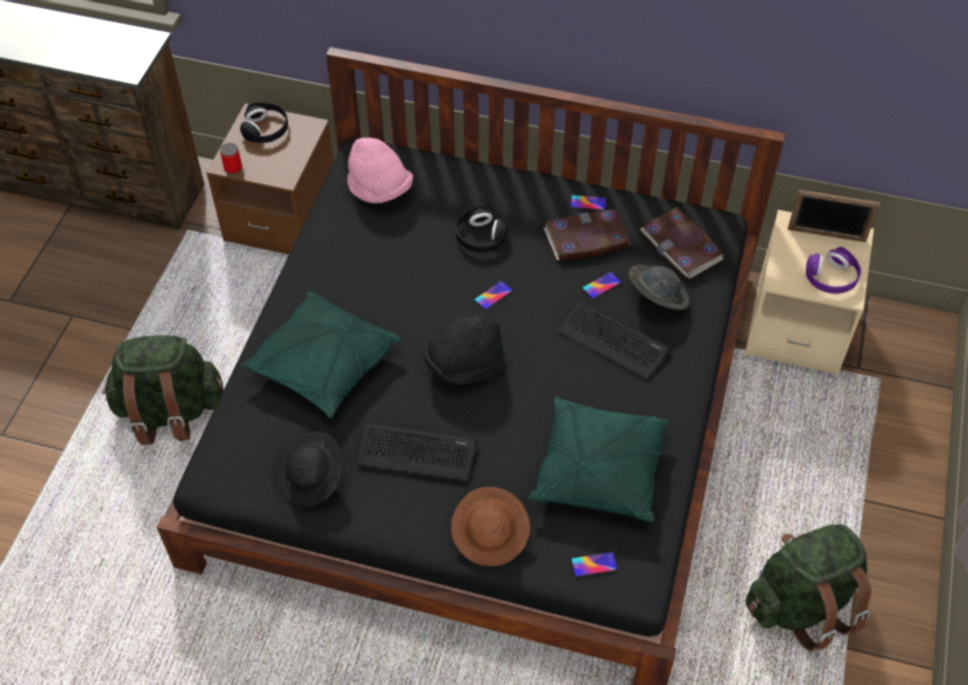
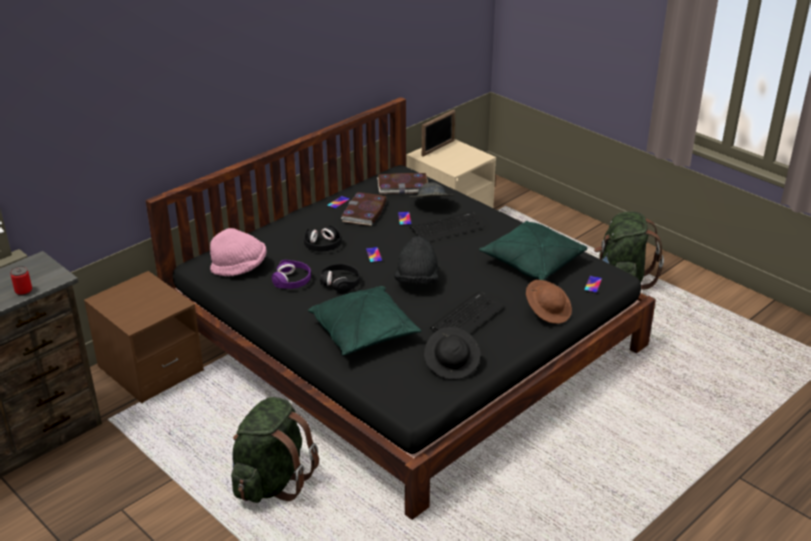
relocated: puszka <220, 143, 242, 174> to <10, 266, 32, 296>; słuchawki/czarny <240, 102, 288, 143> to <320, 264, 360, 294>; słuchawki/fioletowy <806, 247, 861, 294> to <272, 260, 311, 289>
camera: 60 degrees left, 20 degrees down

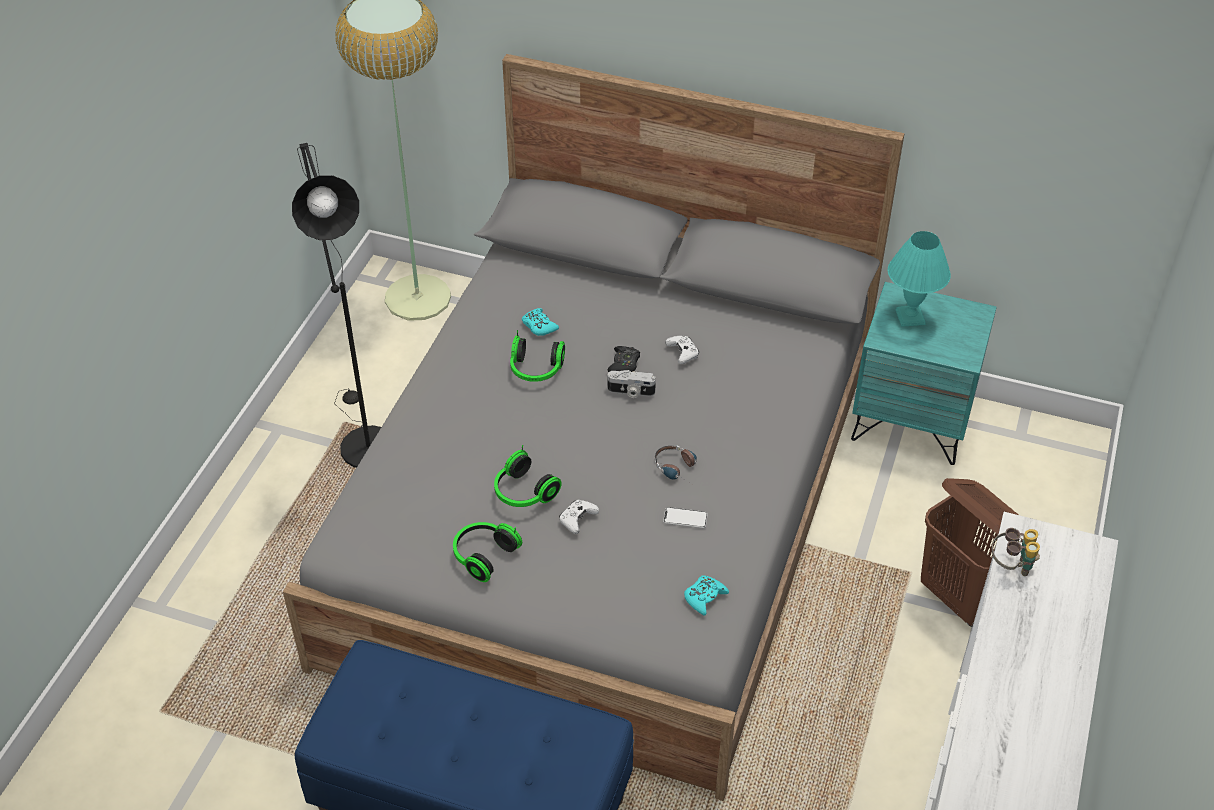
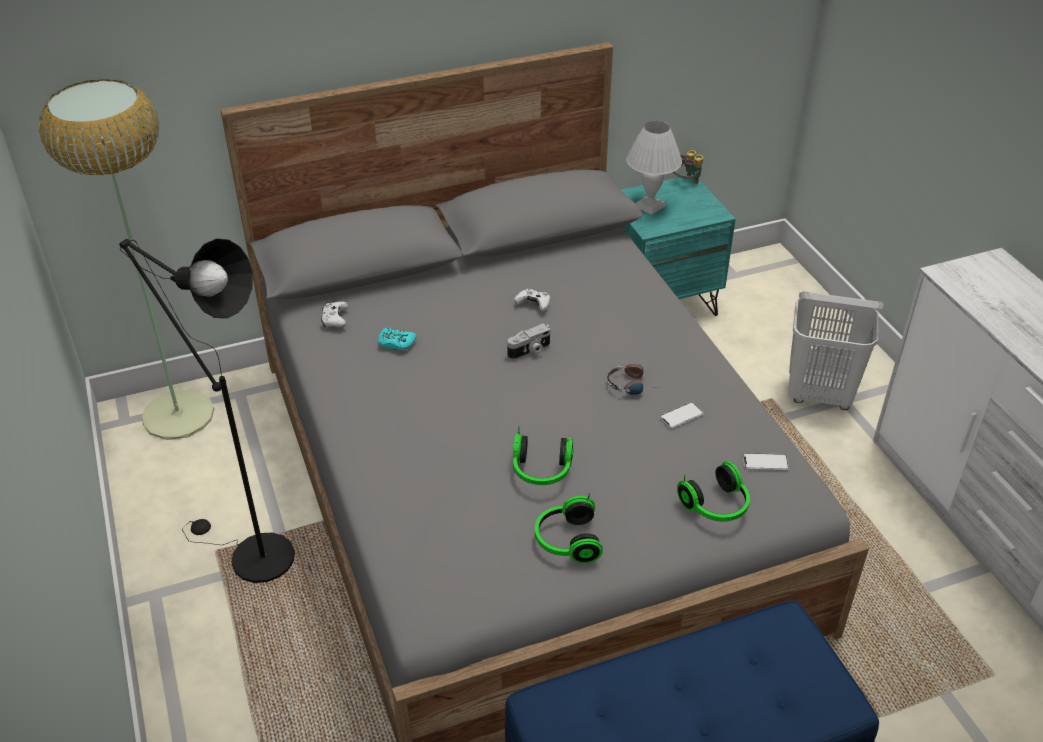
missing: pad do gier/czarny <608, 346, 640, 372>
relocated: słuchawki <510, 330, 565, 382> to <677, 461, 750, 522>; pad do gier/biały <559, 499, 599, 534> to <321, 301, 348, 327>; lornetka <992, 528, 1040, 576> to <672, 150, 703, 184>
exchanged: pad do gier/turkusowy <684, 575, 729, 616> to telefon <743, 453, 789, 470>
colour: lampa stołowa/turkusowy <888, 231, 951, 327> to lampa stołowa/biały <626, 121, 682, 215>; kosz na pranie/brązowy <921, 478, 1018, 627> to kosz na pranie/biały <788, 291, 884, 410>
camera: 40 degrees left, 5 degrees down

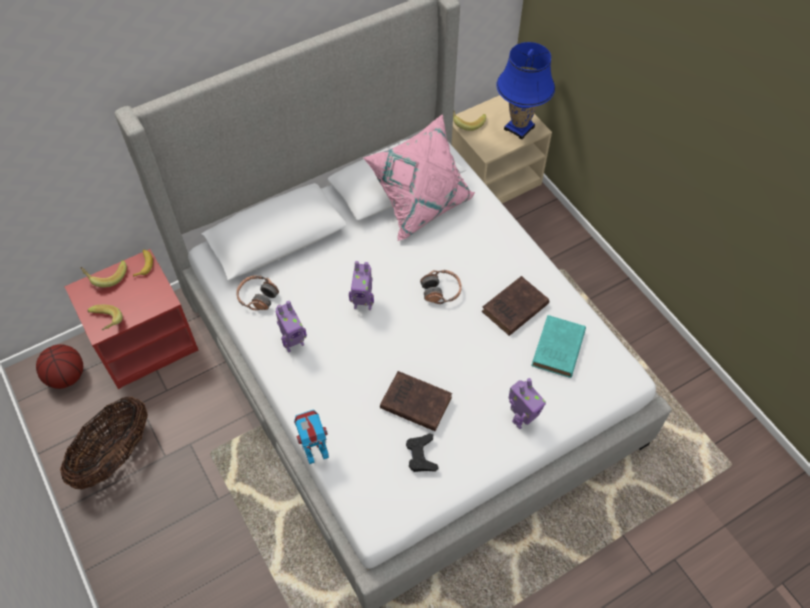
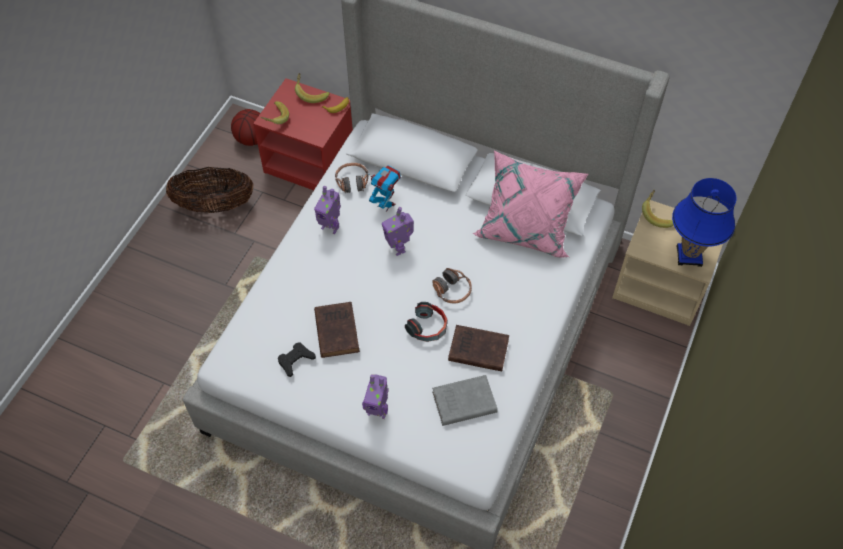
appeared: słuchawki <405, 302, 447, 342>
relocated: robot zabawkowy <294, 409, 329, 464> to <369, 165, 401, 211>
colour: książka/turkusowy <531, 315, 586, 378> to książka/szary <432, 375, 498, 426>
camera: 55 degrees right, 0 degrees up

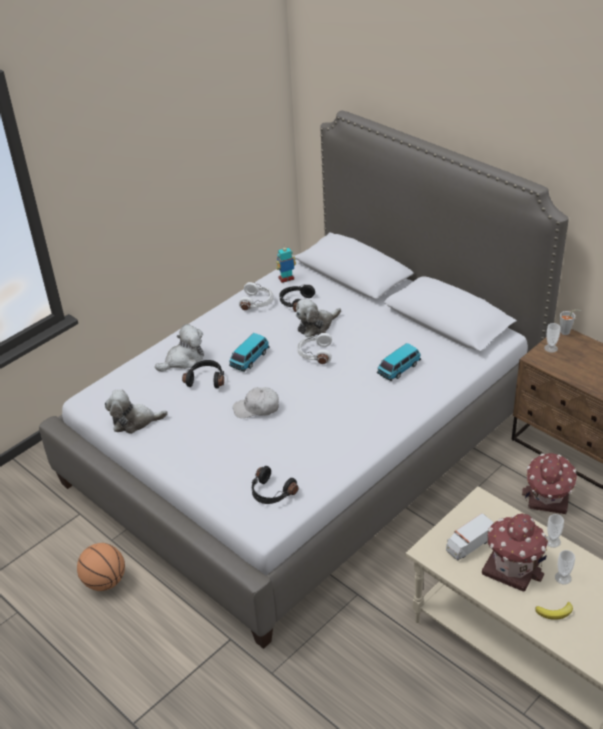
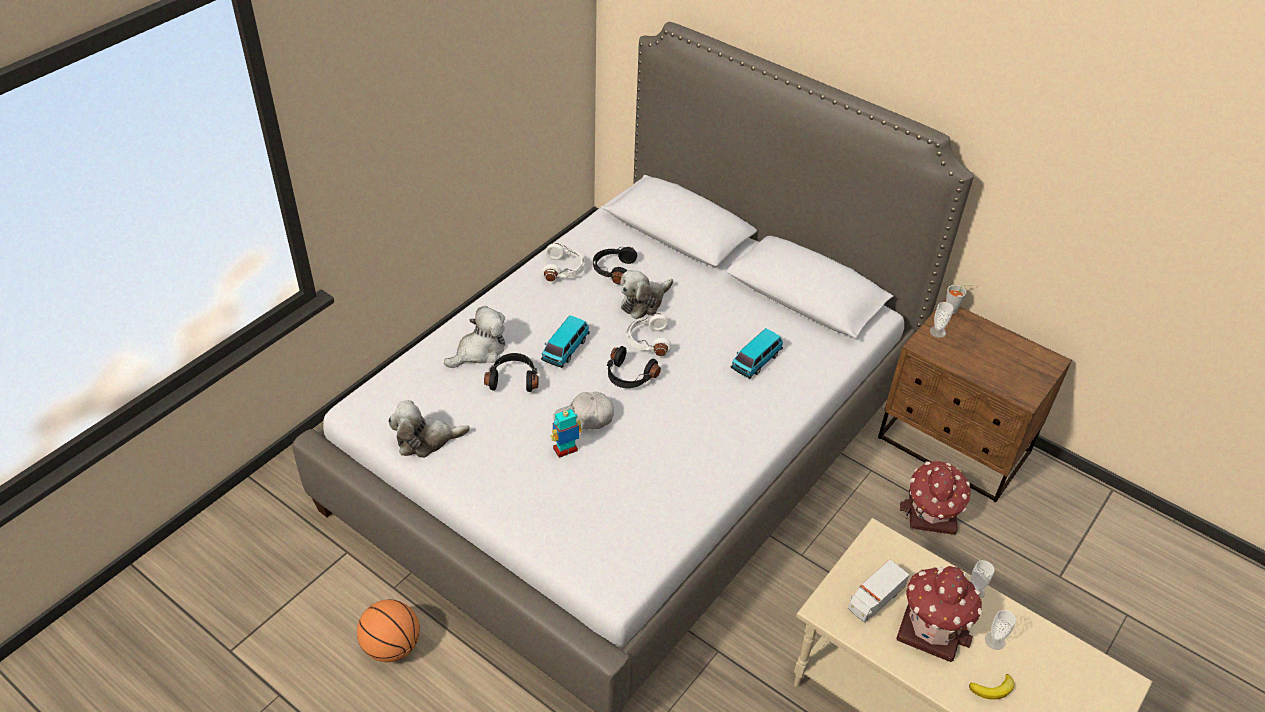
relocated: słuchawki/czarny <252, 466, 299, 504> to <607, 346, 661, 388>; robot zabawkowy <276, 246, 296, 283> to <550, 408, 582, 458>
camera: 10 degrees left, 5 degrees up

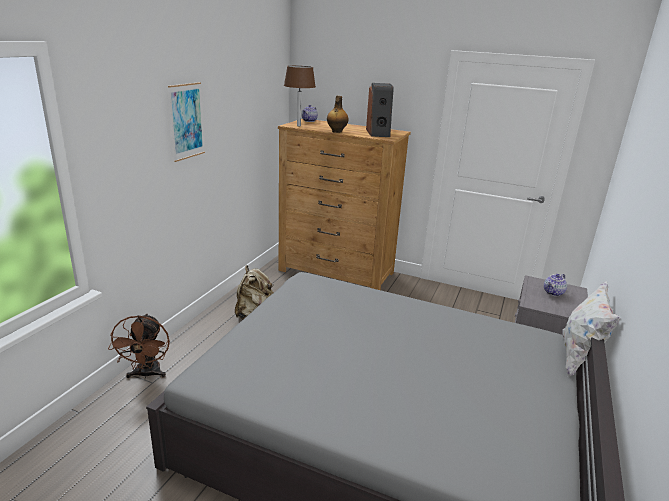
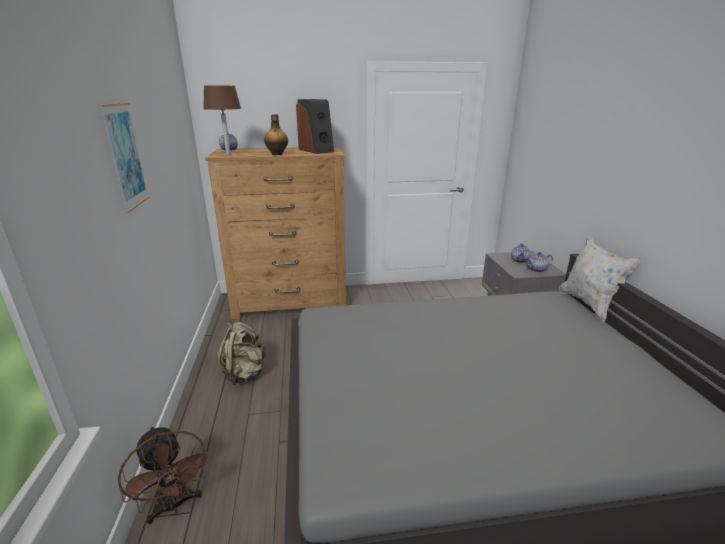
appeared: imbryk <525, 252, 553, 272>
camera: 30 degrees left, 0 degrees up

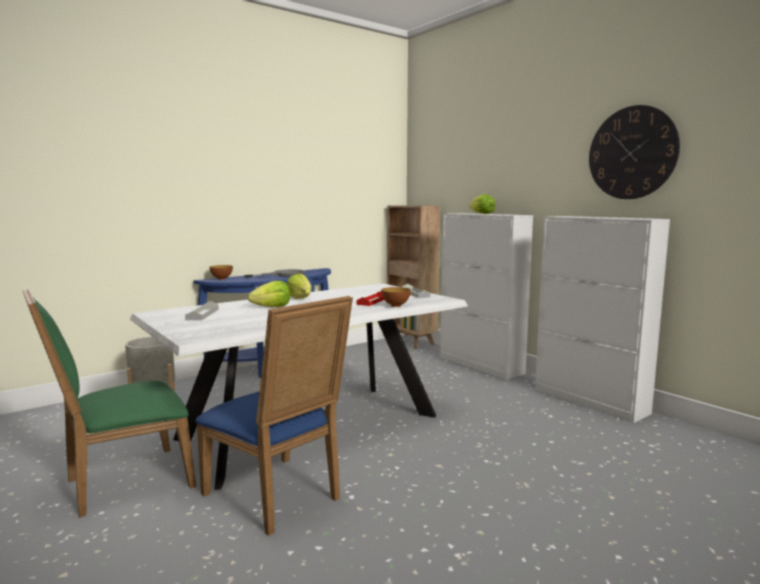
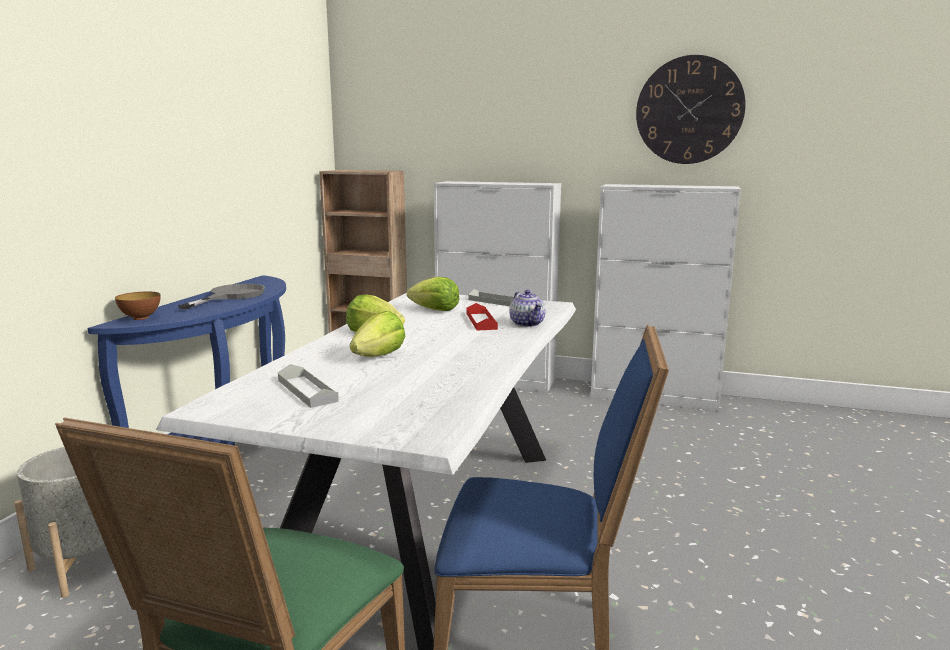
relocated: sałata <469, 194, 495, 214> to <407, 277, 459, 311>
exchanged: miska <381, 287, 411, 307> to imbryk <509, 290, 545, 327>
camera: 35 degrees left, 5 degrees up

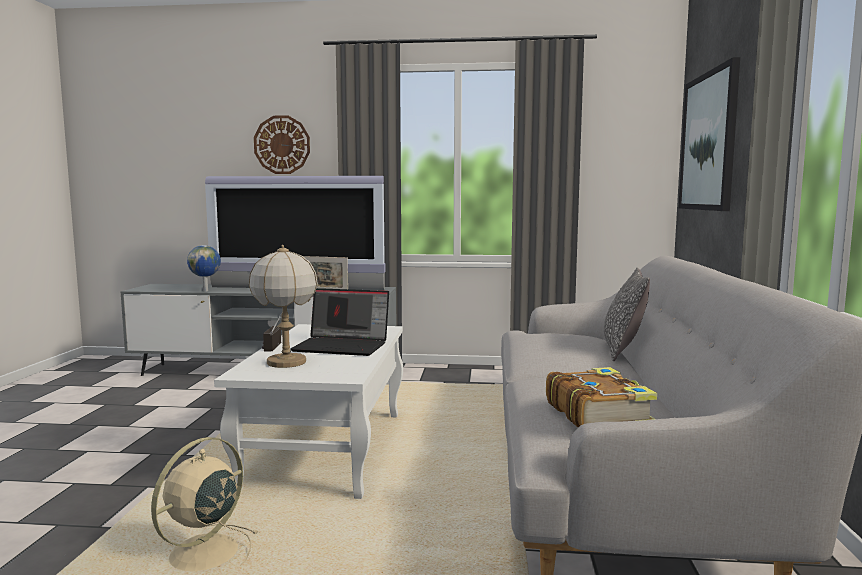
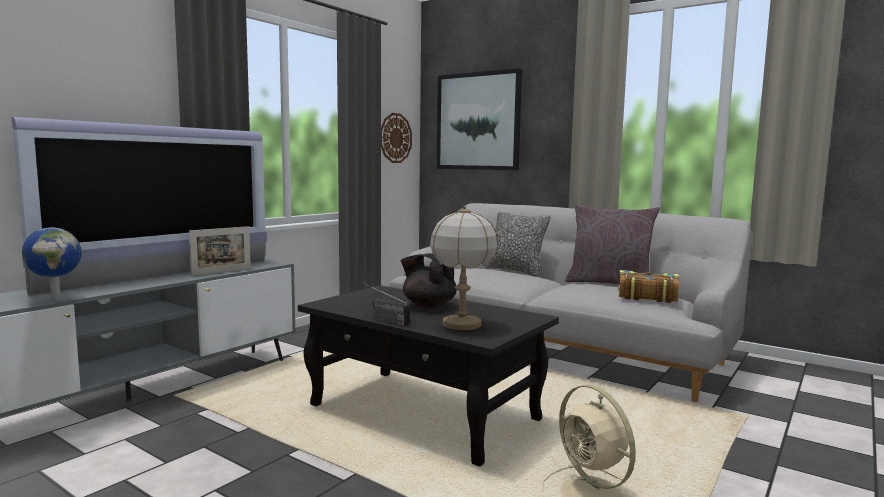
appeared: poduszka/szary <565, 204, 660, 285>
relocated: zegar ścienny <254, 115, 310, 174> to <381, 113, 412, 163>
exchanged: laptop <290, 288, 389, 356> to imbryk/czarny <401, 253, 457, 308>
colour: ława/biały <214, 324, 403, 499> to ława/czarny <298, 285, 559, 466>
camera: 60 degrees left, 0 degrees up

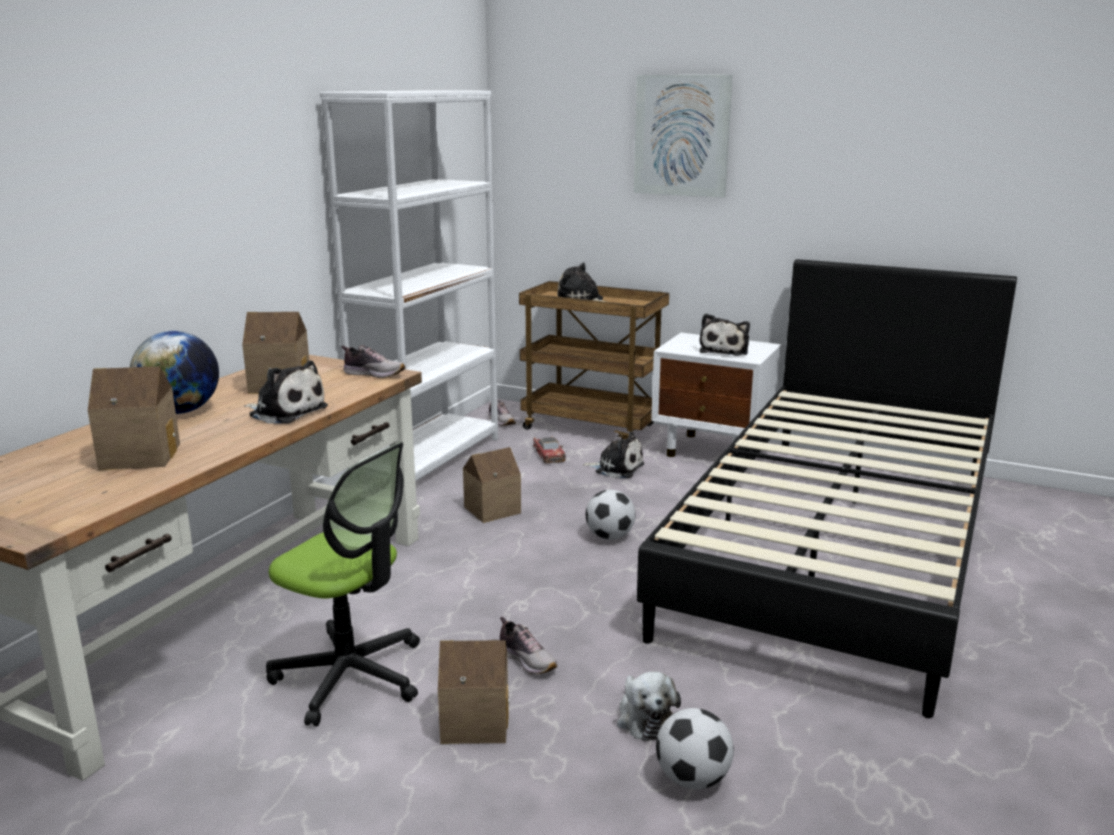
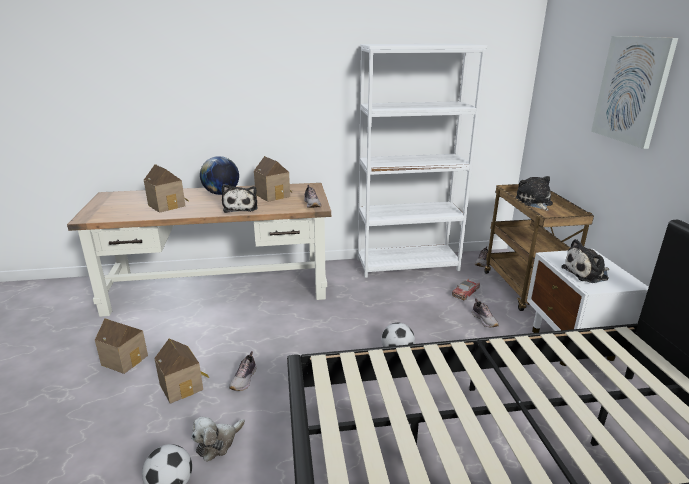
missing: krzesło biurowe <266, 442, 420, 727>
relocated: domek <463, 447, 521, 523> to <95, 318, 148, 374>
exchanged: pluszak <583, 432, 644, 478> to but <472, 298, 499, 327>
camera: 55 degrees right, 5 degrees up

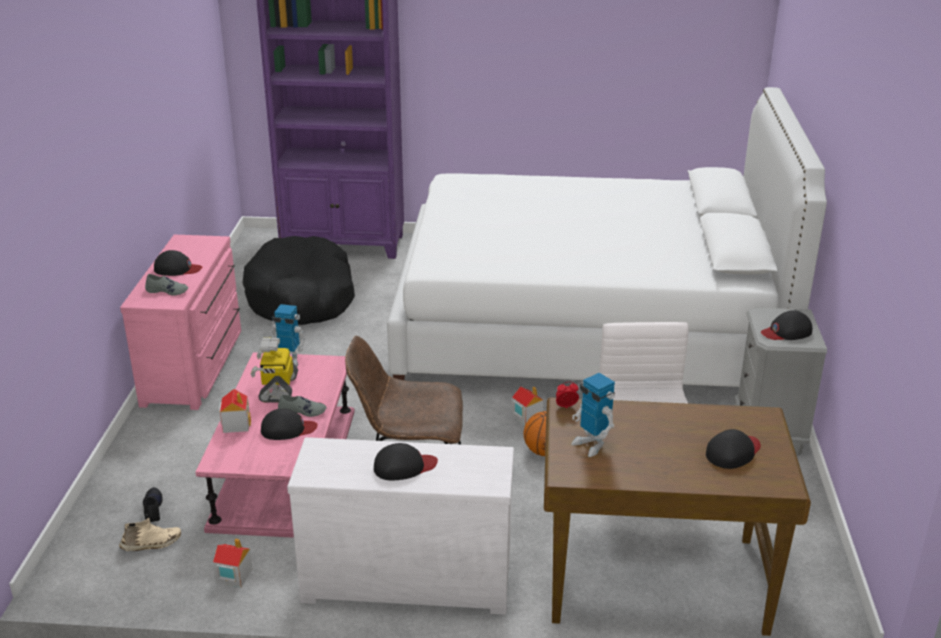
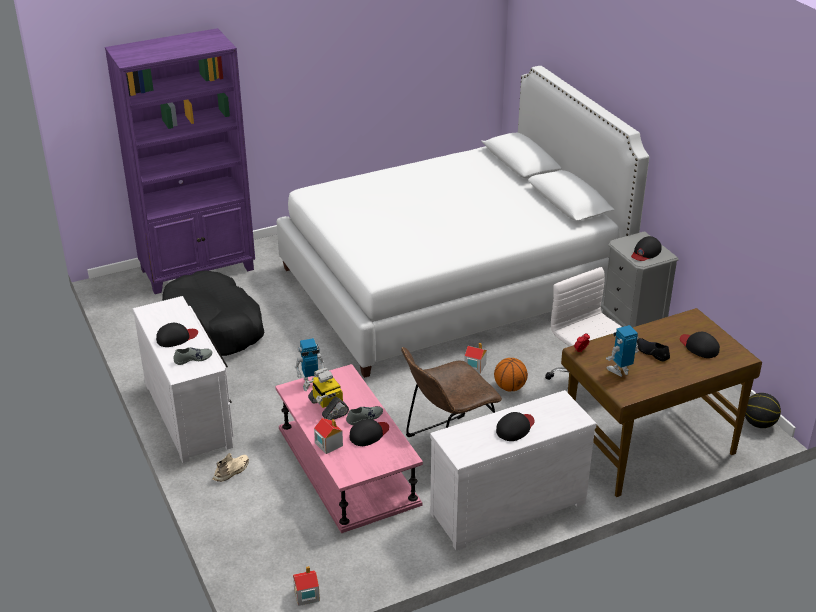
appeared: piłka do koszykówki <745, 393, 781, 428>
relocated: but/beżowy <119, 518, 181, 551> to <213, 453, 249, 482>; but/czarny <143, 487, 163, 522> to <637, 338, 670, 361>; domek <213, 539, 253, 588> to <293, 566, 320, 606>
colour: komoda/różowy <120, 235, 241, 410> to komoda/biały <132, 296, 234, 463>
spun: robot zabawkowy <571, 373, 615, 457> = <606, 325, 639, 377> 135 degrees clockwise; czapka z daszkiem/czarny <706, 429, 761, 469> = <680, 332, 720, 358> 60 degrees counterclockwise
camera: 30 degrees left, 5 degrees up

